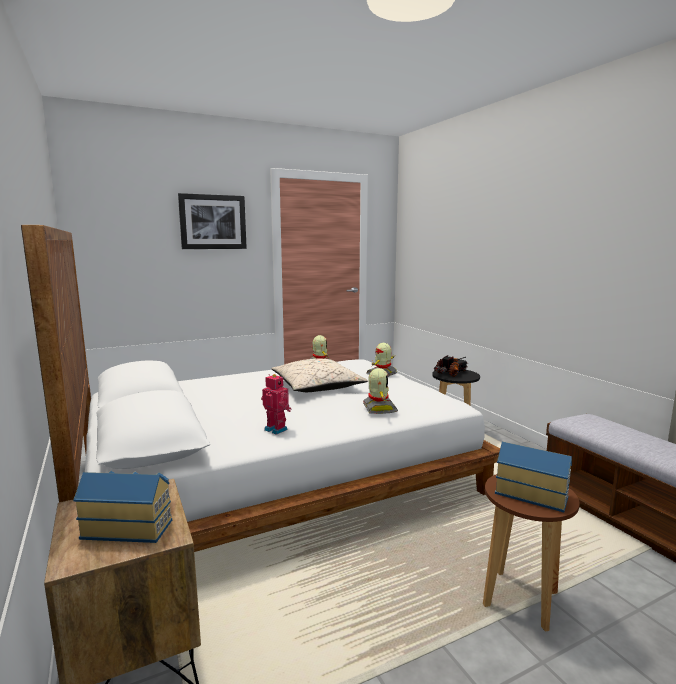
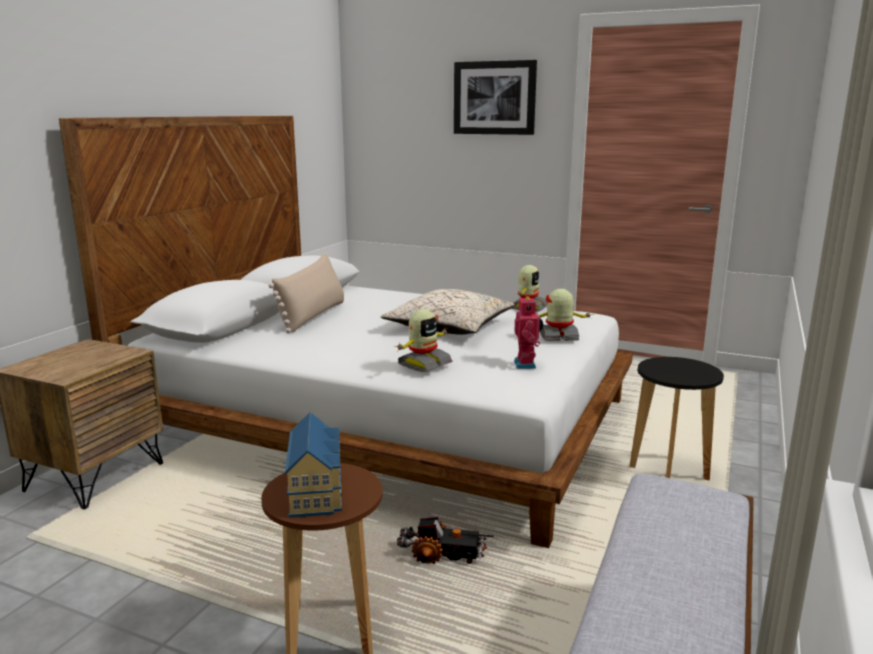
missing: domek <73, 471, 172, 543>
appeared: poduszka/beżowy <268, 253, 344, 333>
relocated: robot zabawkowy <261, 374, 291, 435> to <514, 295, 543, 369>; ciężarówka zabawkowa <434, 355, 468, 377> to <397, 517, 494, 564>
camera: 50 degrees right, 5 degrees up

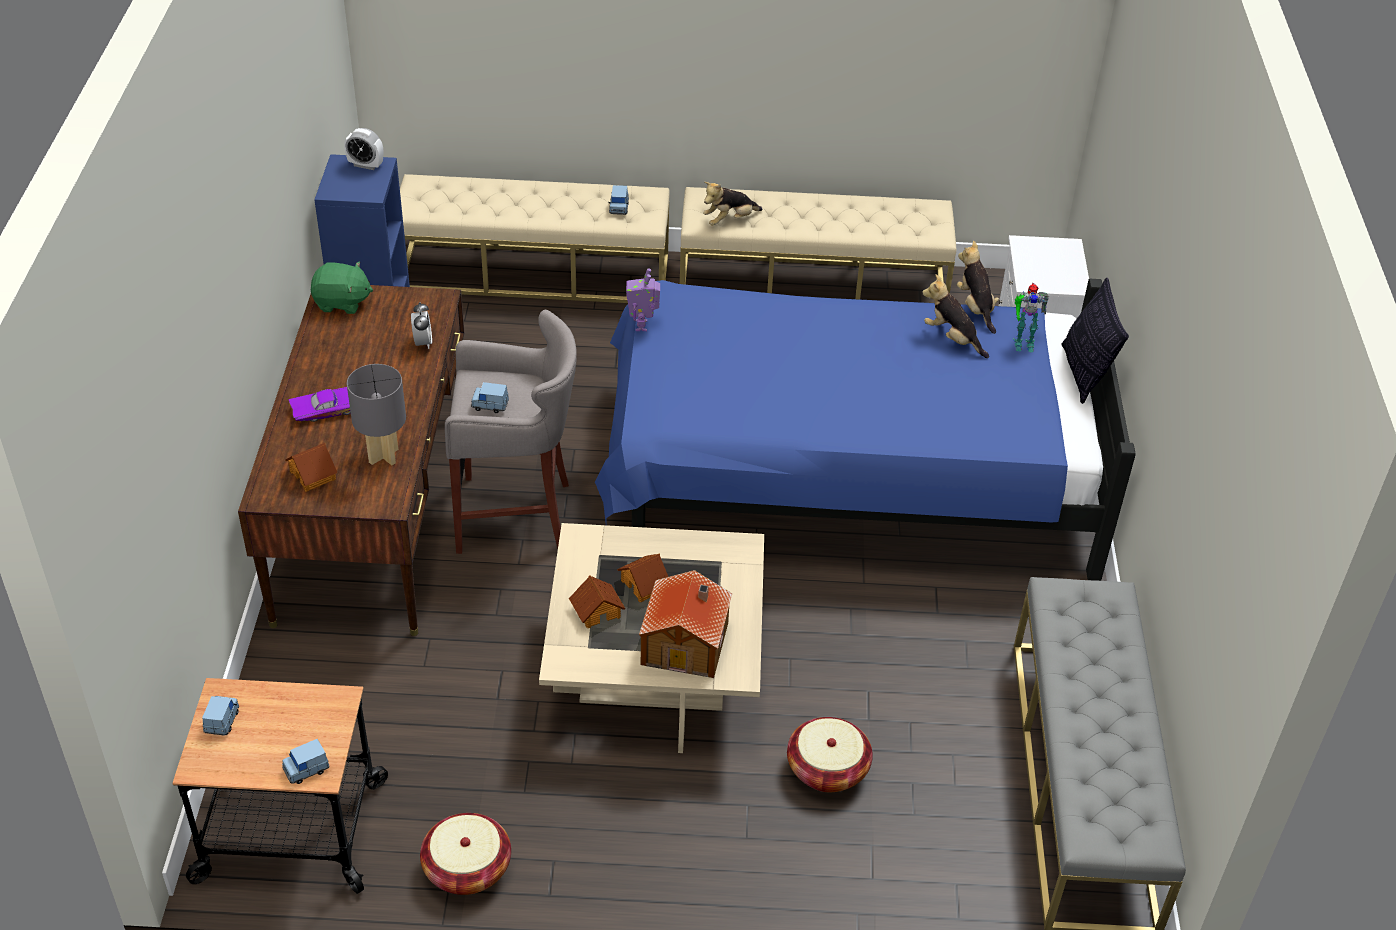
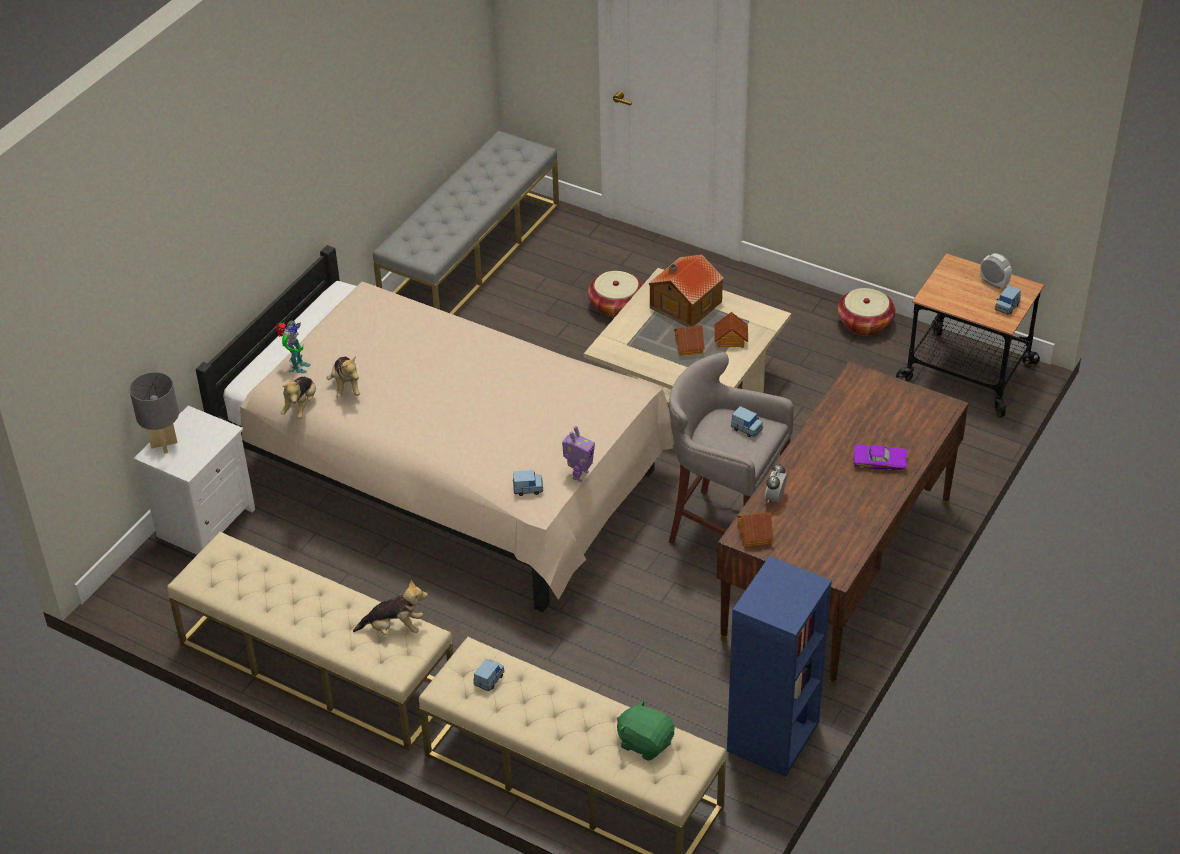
missing: poduszka <1061, 278, 1129, 404>
relocated: samochodzik/niebieski <282, 739, 330, 784> to <513, 470, 543, 496>; domek <285, 443, 337, 492> to <737, 512, 774, 547>; pluszak/zielony <311, 262, 373, 314> to <617, 699, 674, 760>; budzik <344, 128, 383, 170> to <980, 253, 1012, 289>; lampa stołowa/szary <347, 364, 406, 465> to <129, 372, 179, 454>
colour: łóżko/niebieski <595, 279, 1136, 581> to łóżko/beżowy <196, 245, 674, 612>
spun: robot zabawkowy <1013, 283, 1049, 352> = <276, 321, 311, 374> 75 degrees clockwise
camera: 150 degrees left, 0 degrees up

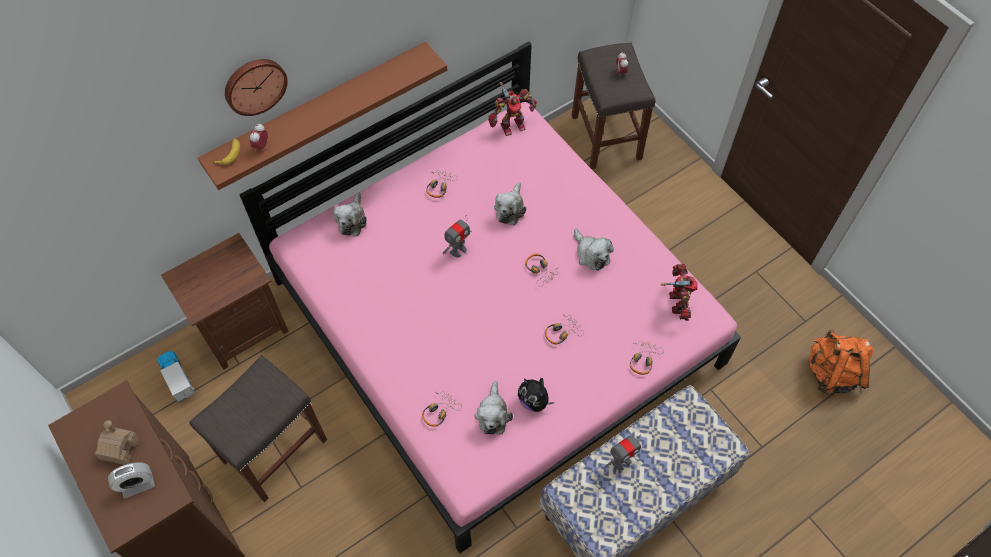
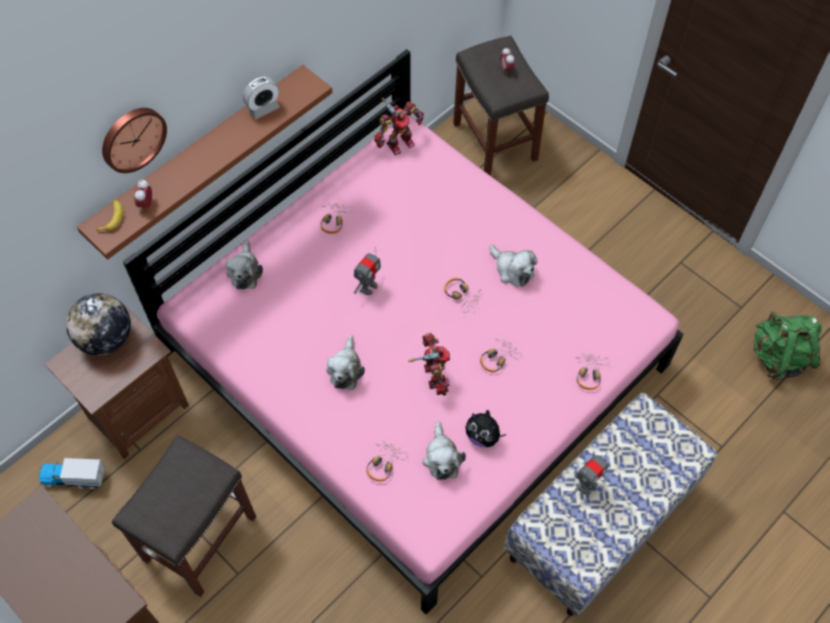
missing: domek <95, 420, 139, 465>
appeared: globus <66, 293, 131, 356>
relocated: budzik <108, 462, 155, 498> to <243, 77, 280, 119>; pluszak <494, 182, 526, 225> to <326, 335, 365, 390>; robot zabawkowy <661, 263, 697, 321> to <408, 333, 450, 395>
colour: plecak/pomarańczowy <809, 330, 874, 394> to plecak/zielony <754, 312, 822, 380>
spun: ciężarówka zabawkowa <157, 351, 195, 402> = <39, 458, 105, 489> 45 degrees counterclockwise
camera: 10 degrees left, 0 degrees up

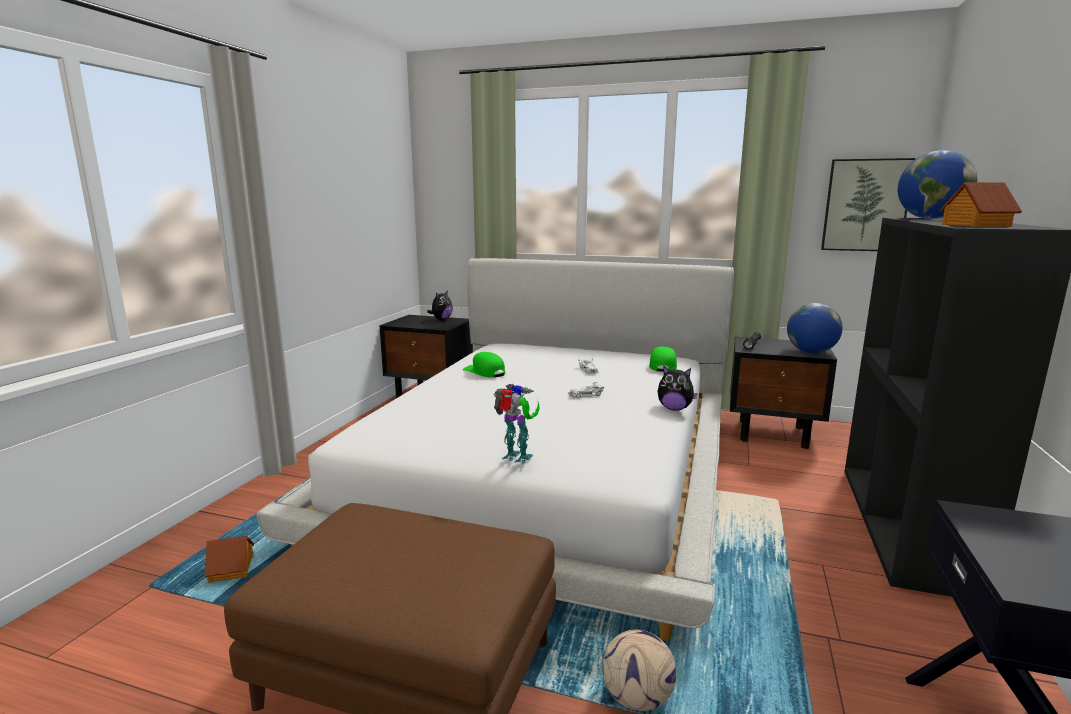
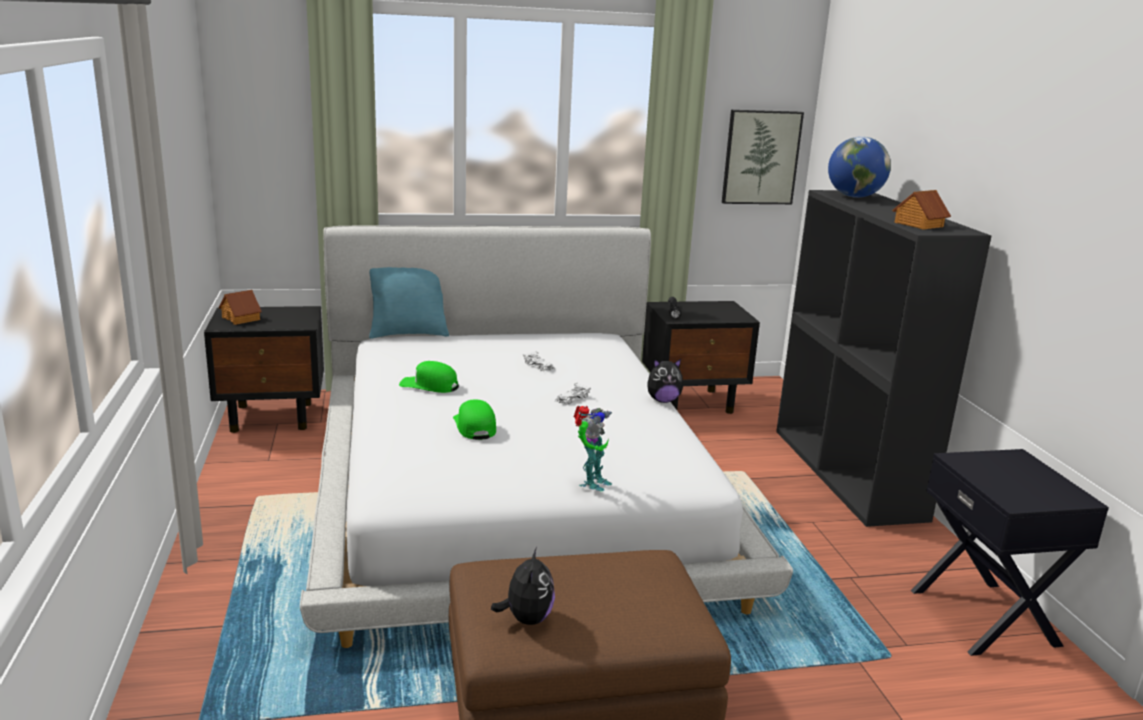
missing: piłka futbolowa <602, 630, 676, 711>; globus <787, 303, 843, 353>
appeared: poduszka/turkusowy <369, 267, 449, 339>
relocated: domek <204, 536, 254, 583> to <219, 290, 262, 325>; pluszak <427, 290, 453, 320> to <491, 547, 555, 625>; czapka z daszkiem/zielony <649, 347, 677, 372> to <453, 399, 496, 440>
spun: robot zabawkowy <494, 384, 540, 465> = <574, 406, 612, 491> 120 degrees clockwise
camera: 30 degrees left, 5 degrees up

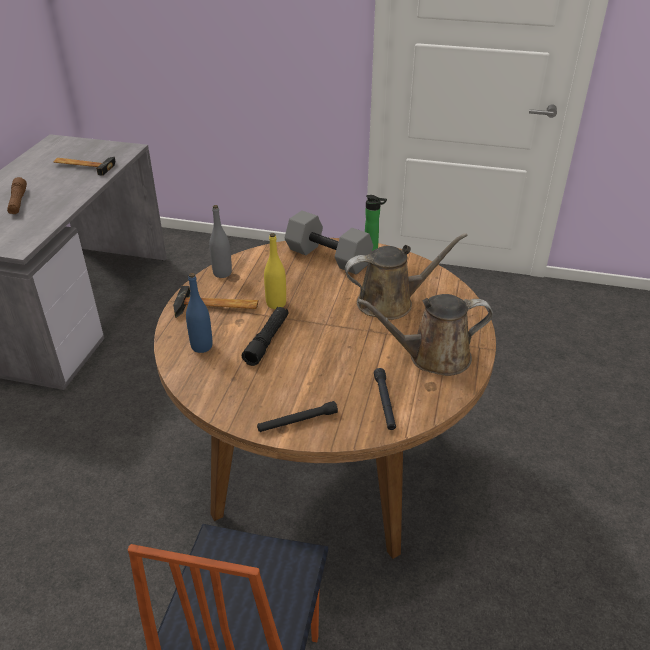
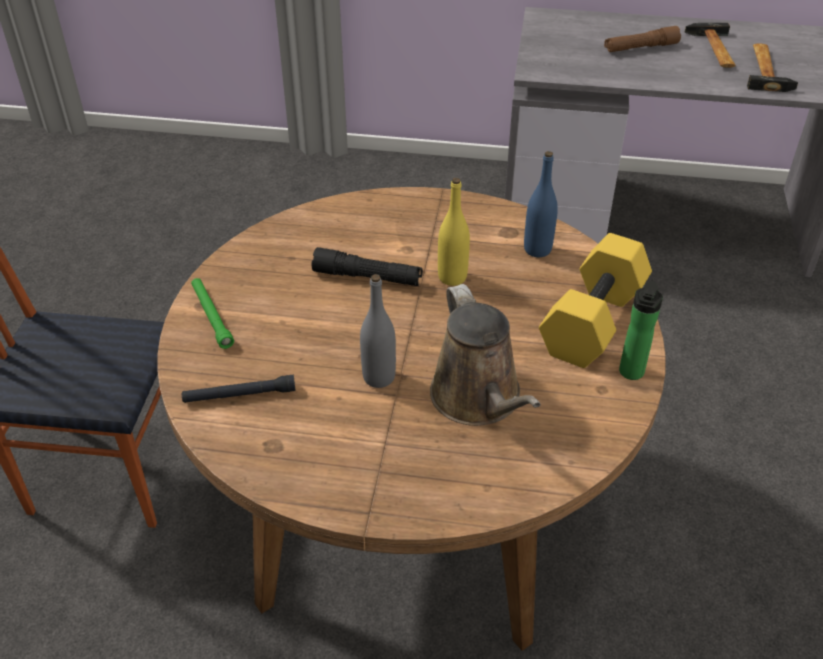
missing: konewka/brązowy <357, 294, 493, 376>
relocated: młotek <173, 286, 258, 318> to <685, 23, 736, 68>; butelka/niebieski <186, 273, 213, 353> to <524, 151, 558, 257>; butelka/szary <209, 205, 232, 278> to <360, 274, 396, 388>
colour: latarka/czarny <257, 401, 338, 432> to latarka/zielony <191, 278, 234, 349>; hantel/szary <285, 210, 373, 274> to hantel/żółty <539, 233, 652, 368>
camera: 85 degrees right, 5 degrees up

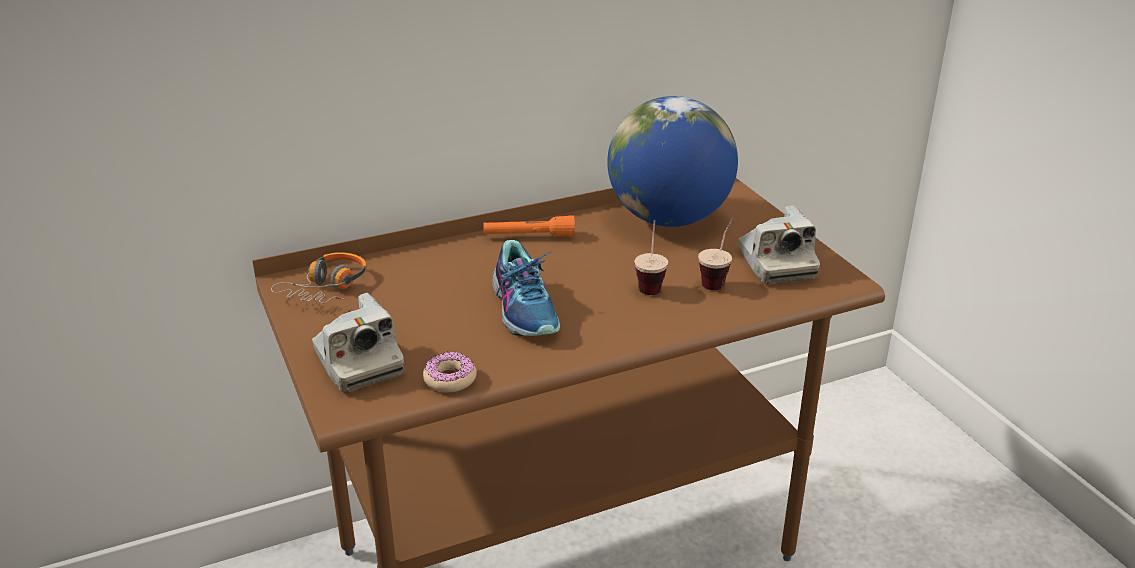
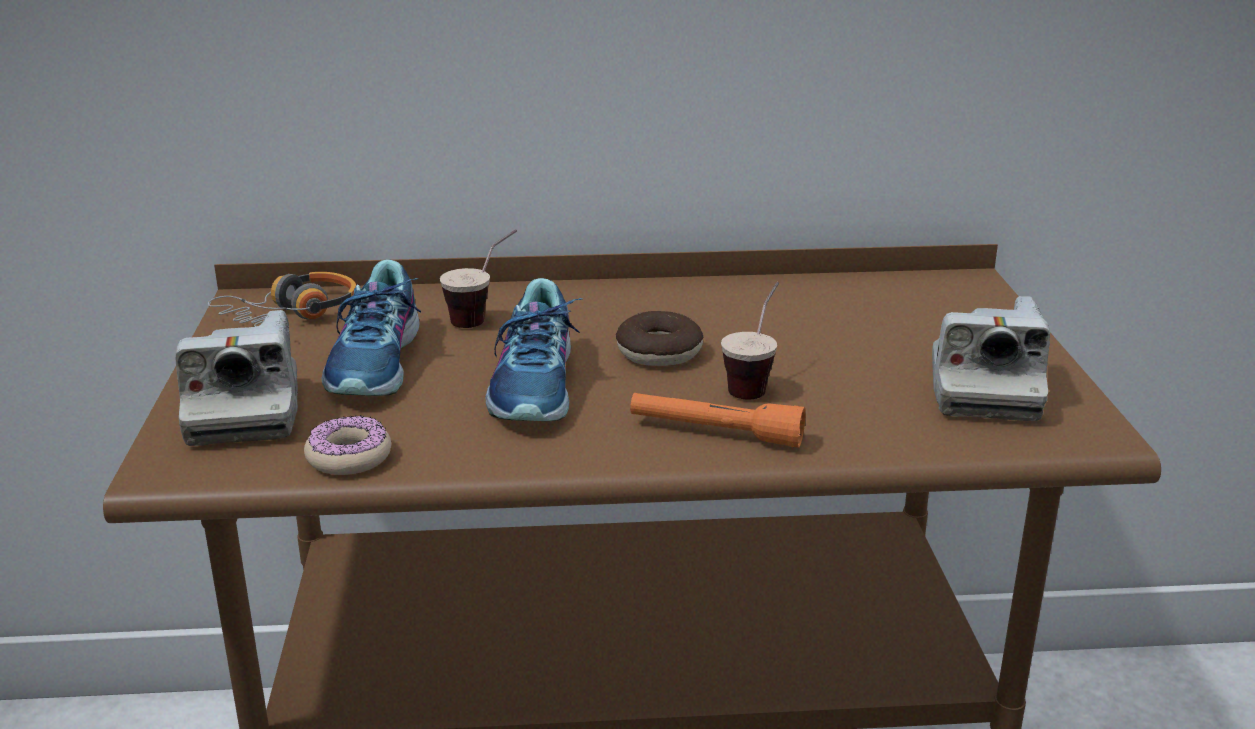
missing: globus <607, 96, 738, 227>
appeared: but <322, 260, 421, 396>; donut <615, 311, 703, 366>
relocated: latarka/pomarańczowy <483, 215, 575, 237> to <630, 393, 806, 448>; filiżanka <698, 218, 733, 290> to <440, 229, 517, 328>
camera: 20 degrees right, 5 degrees down

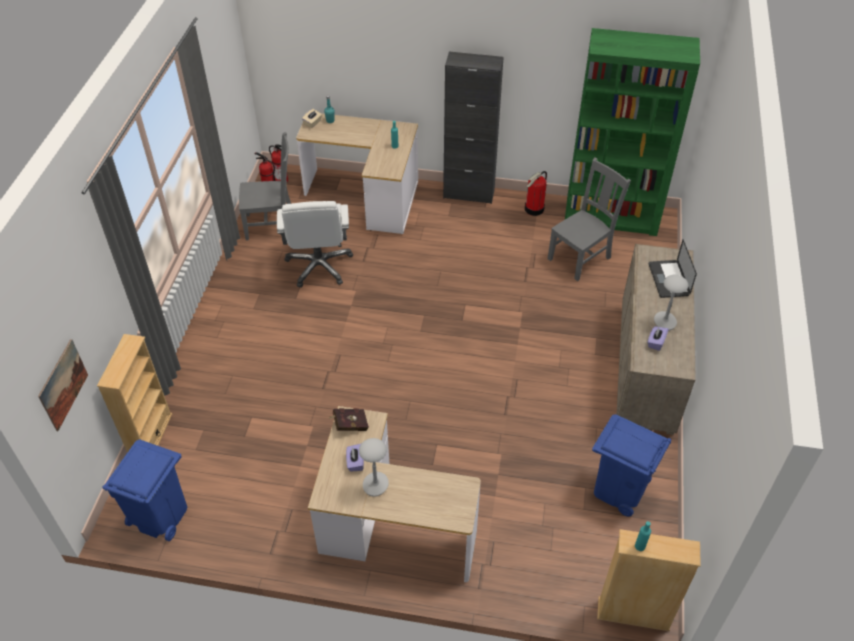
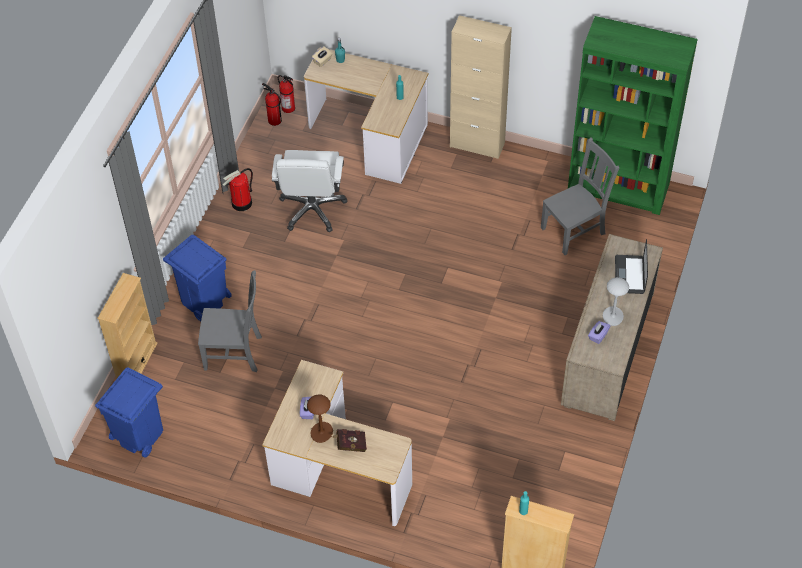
missing: obraz <38, 339, 88, 431>
relocated: krzesło/szary <239, 132, 291, 241> to <198, 270, 262, 372>; książka/czerwony <329, 408, 369, 431> to <333, 429, 367, 452>; gaśnica <525, 171, 547, 216> to <222, 168, 253, 211>; kosz na śmieci/niebieski <592, 415, 671, 517> to <163, 235, 232, 321>
colour: lampa stołowa/szary <359, 438, 389, 497> to lampa stołowa/brązowy <307, 394, 333, 443>; szafka/czarny <443, 52, 504, 204> to szafka/beżowy <450, 15, 512, 159>
camera: 10 degrees right, 5 degrees up

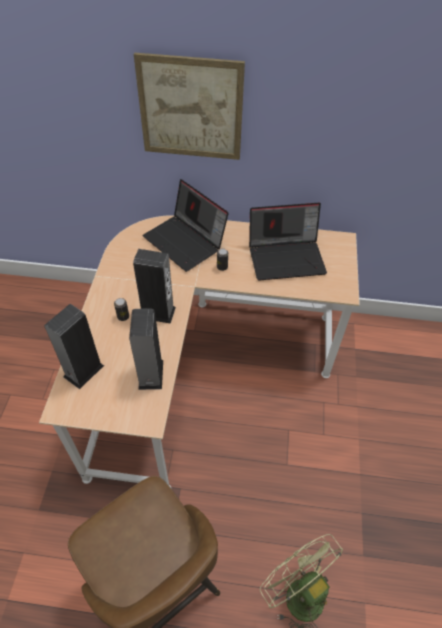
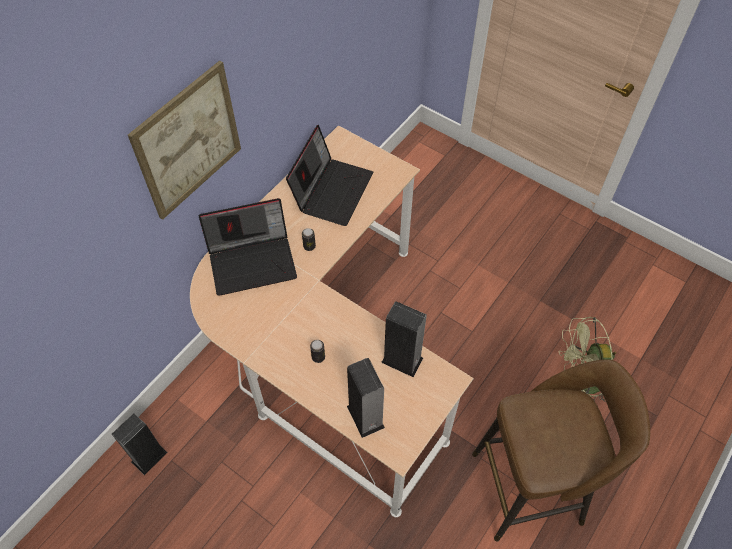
relocated: głośnik <133, 249, 176, 324> to <112, 414, 168, 475>
camera: 60 degrees left, 5 degrees up

